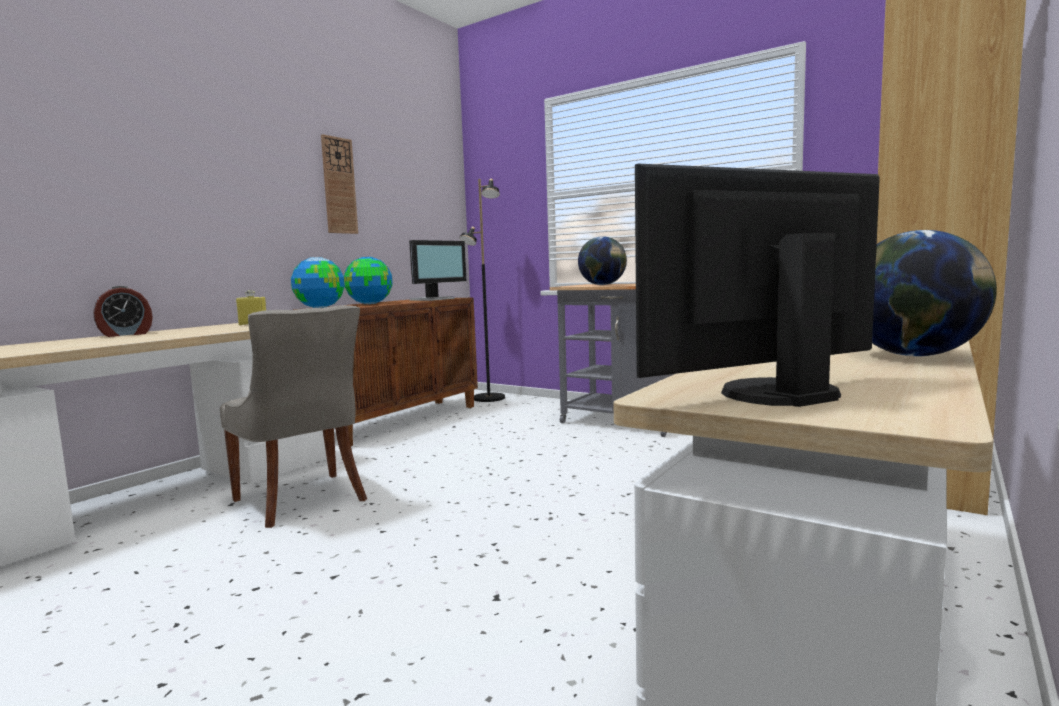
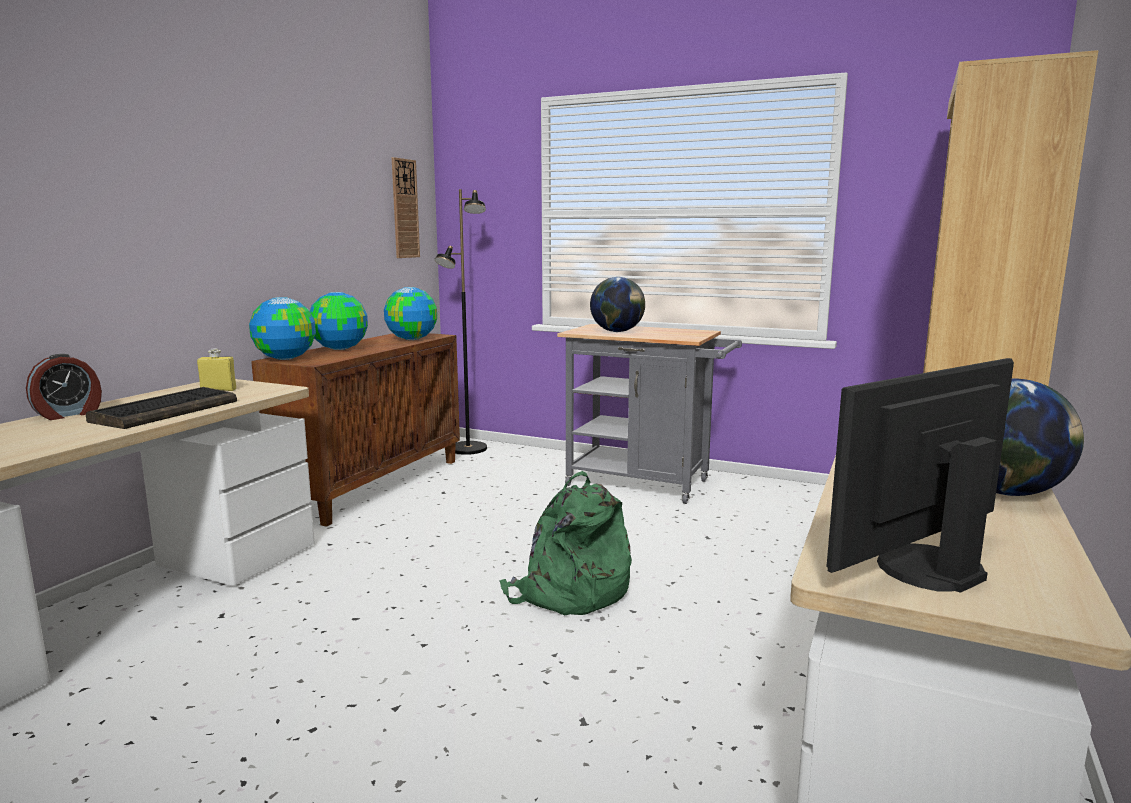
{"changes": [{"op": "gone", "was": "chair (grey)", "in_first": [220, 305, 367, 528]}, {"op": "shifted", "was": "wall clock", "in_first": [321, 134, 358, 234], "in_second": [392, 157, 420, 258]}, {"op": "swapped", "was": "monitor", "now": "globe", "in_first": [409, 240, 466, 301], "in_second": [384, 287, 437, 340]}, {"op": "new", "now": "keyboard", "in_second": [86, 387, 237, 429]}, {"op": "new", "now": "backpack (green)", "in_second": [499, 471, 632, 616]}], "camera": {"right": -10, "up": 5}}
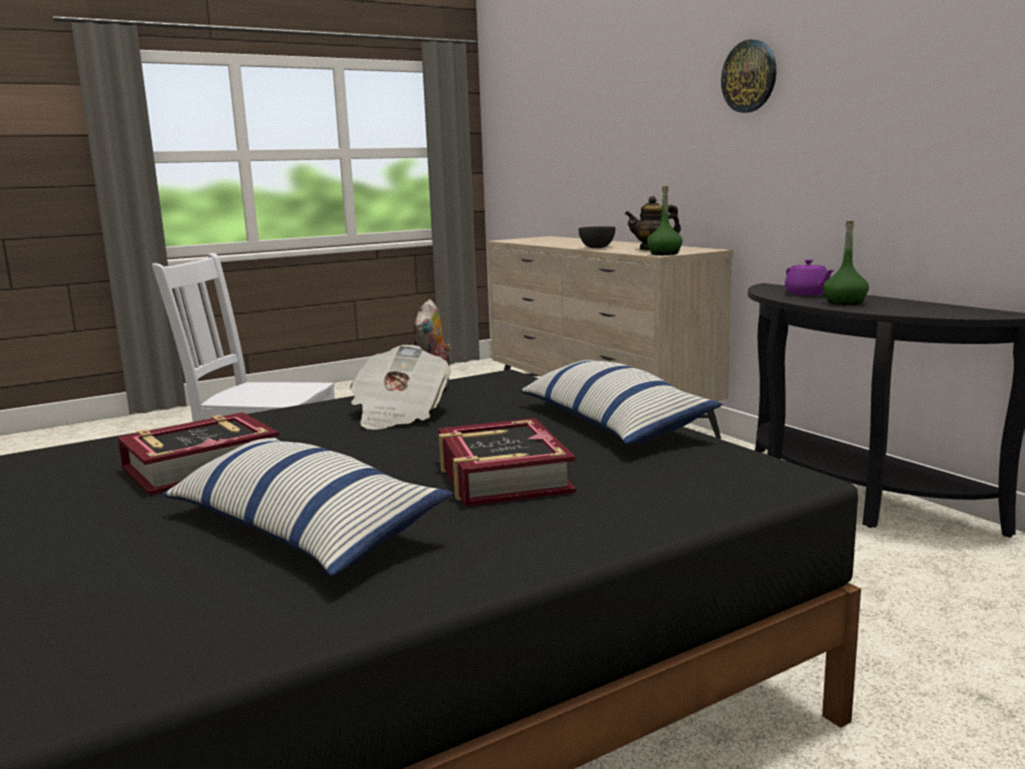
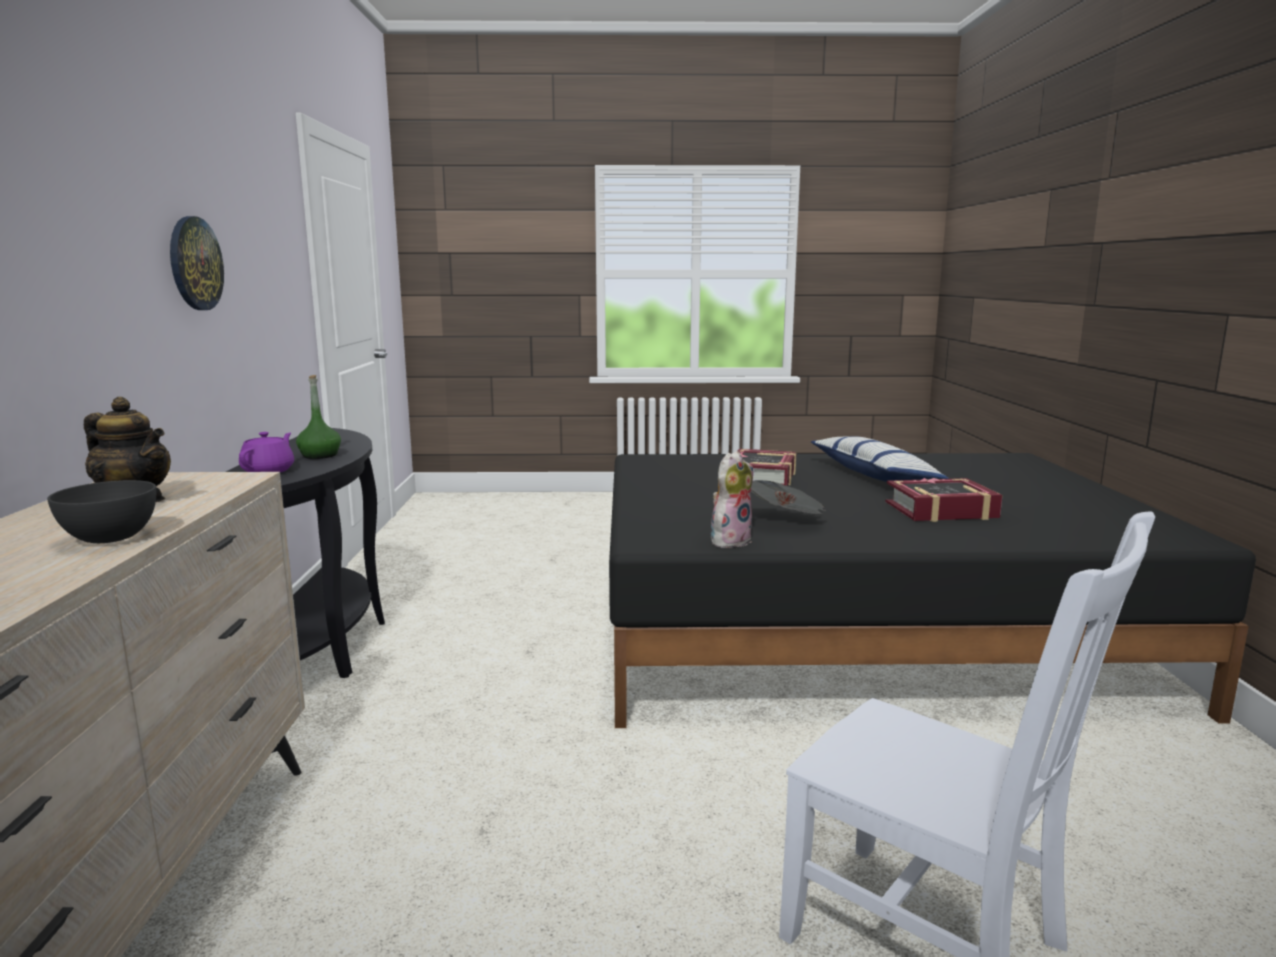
{"changes": [{"op": "gone", "was": "pillow", "in_first": [519, 360, 722, 444]}, {"op": "gone", "was": "bottle (green)", "in_first": [647, 185, 683, 255]}, {"op": "shifted", "was": "wall clock", "in_first": [721, 40, 776, 113], "in_second": [170, 216, 224, 310]}], "camera": {"right": -150, "up": 0}}
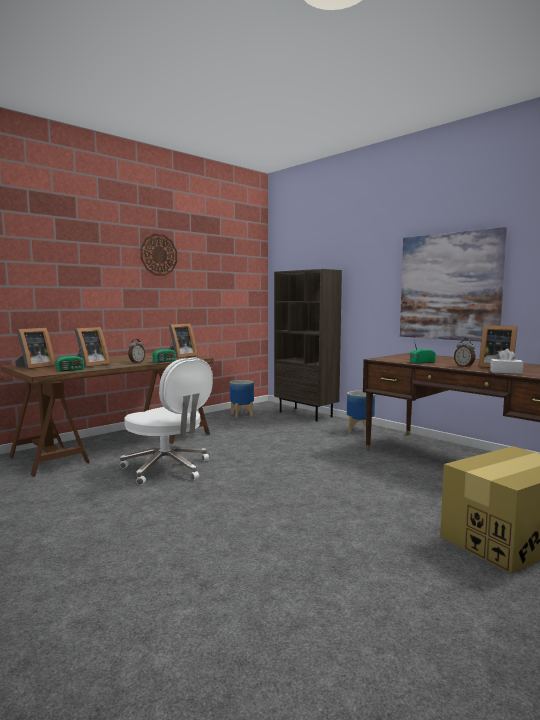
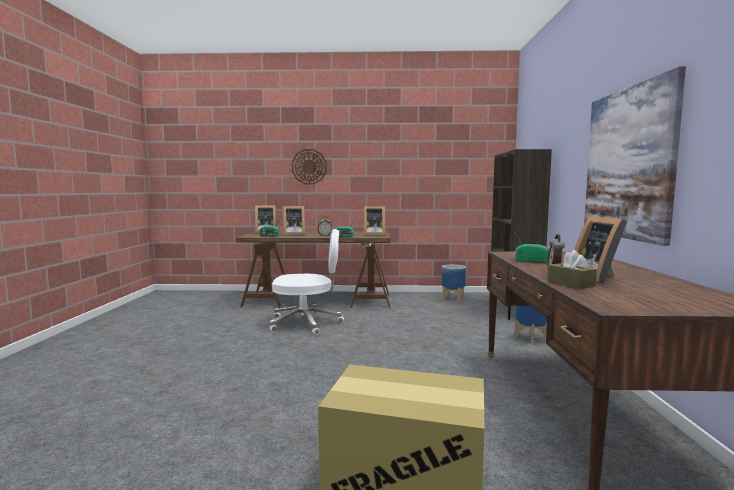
{"changes": [{"op": "rotated", "was": "office chair (white)", "in_first": [120, 357, 213, 485], "in_second": [270, 229, 344, 334], "clockwise": -90}, {"op": "shifted", "was": "wall clock", "in_first": [141, 234, 177, 276], "in_second": [292, 149, 327, 185]}, {"op": "repainted", "was": "tissue box (white)", "now": "tissue box (brown)", "in_first": [490, 349, 523, 374], "in_second": [547, 250, 597, 289]}], "camera": {"right": 45, "up": 0}}
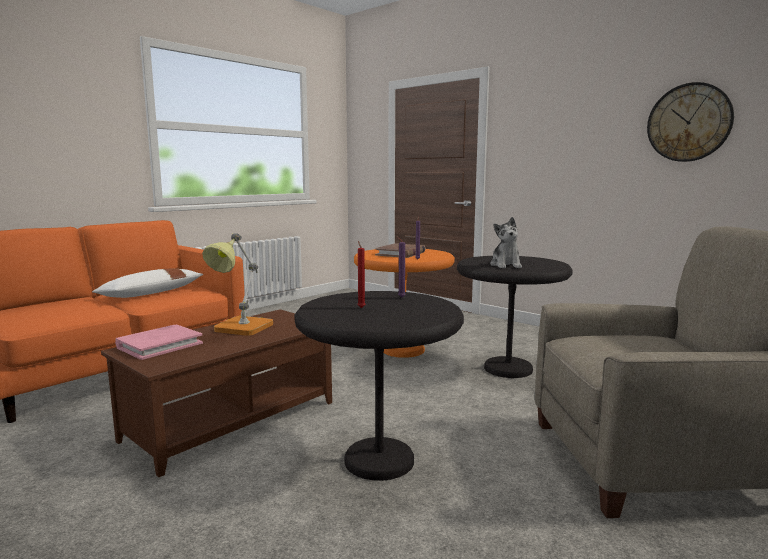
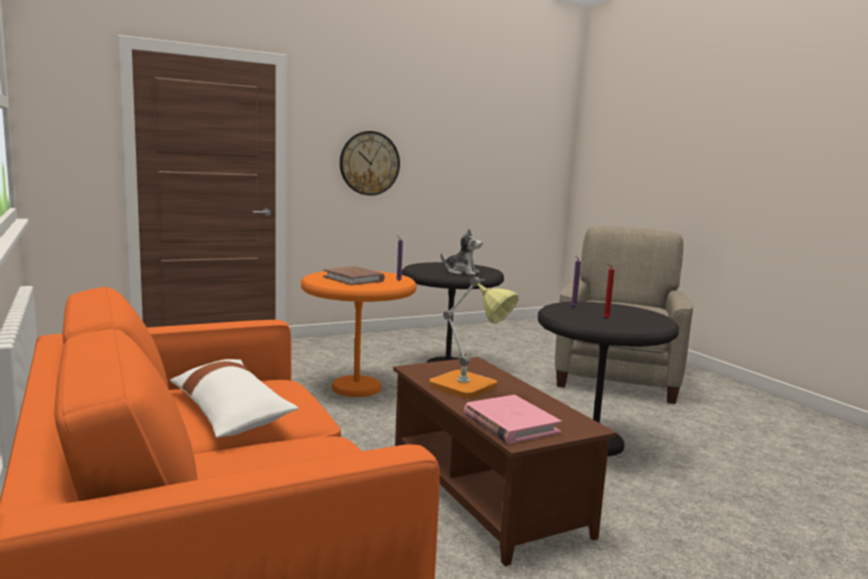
{"changes": [{"op": "shifted", "was": "wall clock", "in_first": [647, 82, 734, 162], "in_second": [340, 131, 400, 196]}], "camera": {"right": -70, "up": 0}}
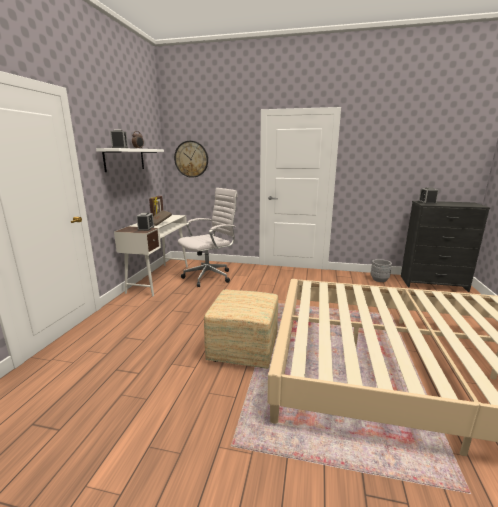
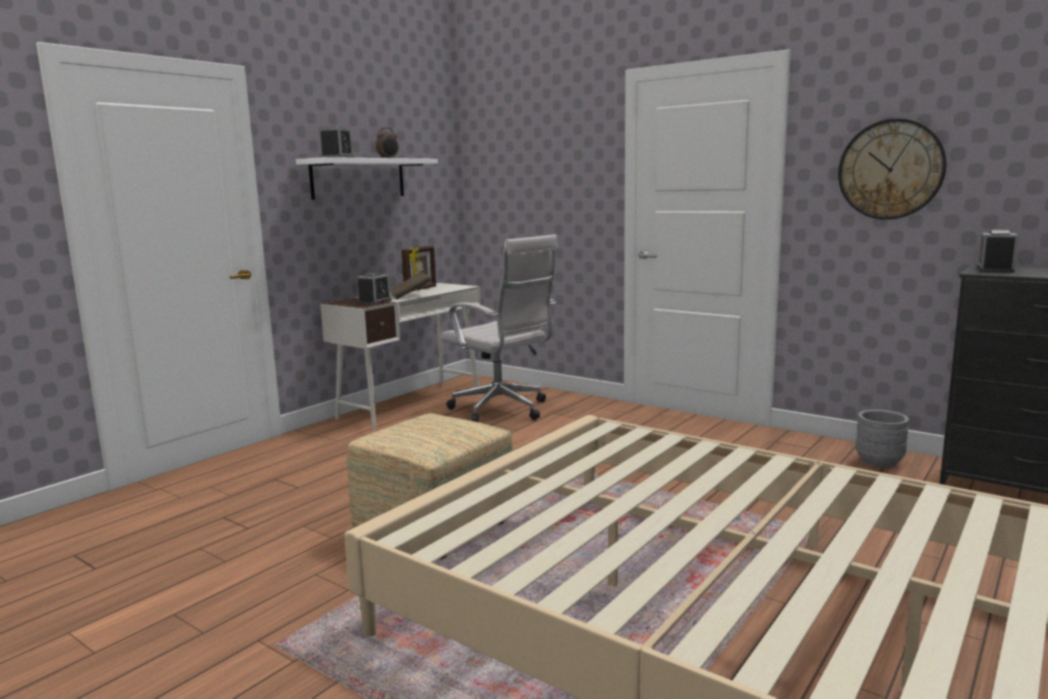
{"changes": [{"op": "shifted", "was": "wall clock", "in_first": [174, 141, 208, 178], "in_second": [838, 119, 947, 220]}, {"op": "rotated", "was": "office chair (white)", "in_first": [178, 188, 238, 287], "in_second": [440, 234, 558, 422], "clockwise": 60}], "camera": {"right": 25, "up": -5}}
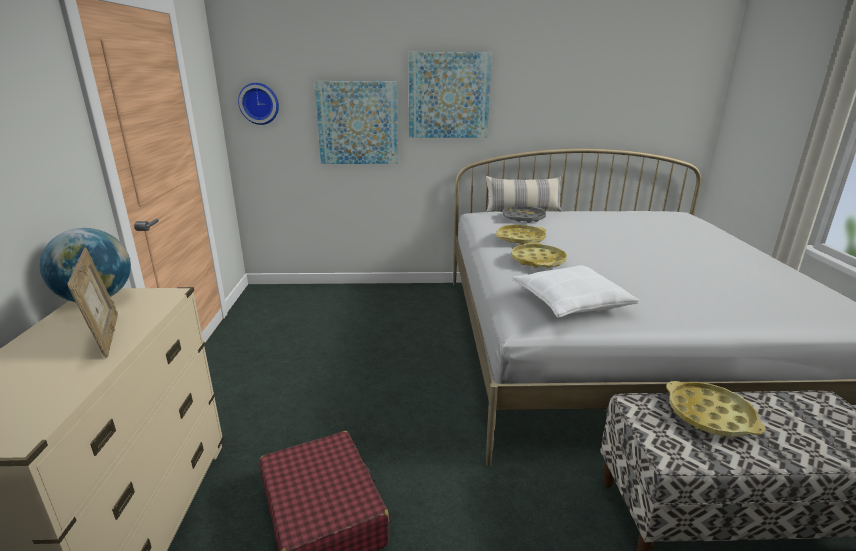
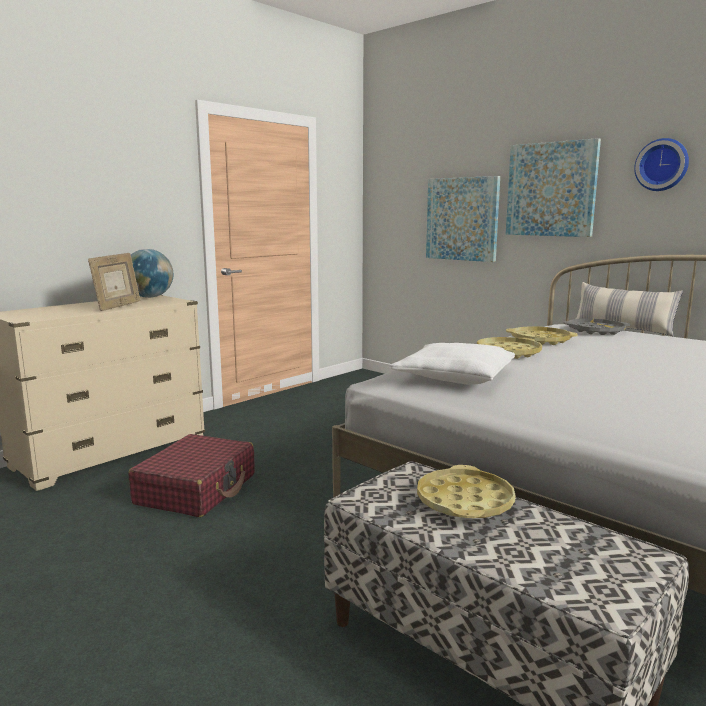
{"changes": [{"op": "shifted", "was": "wall clock", "in_first": [238, 83, 279, 125], "in_second": [634, 138, 689, 191]}], "camera": {"right": 45, "up": -10}}
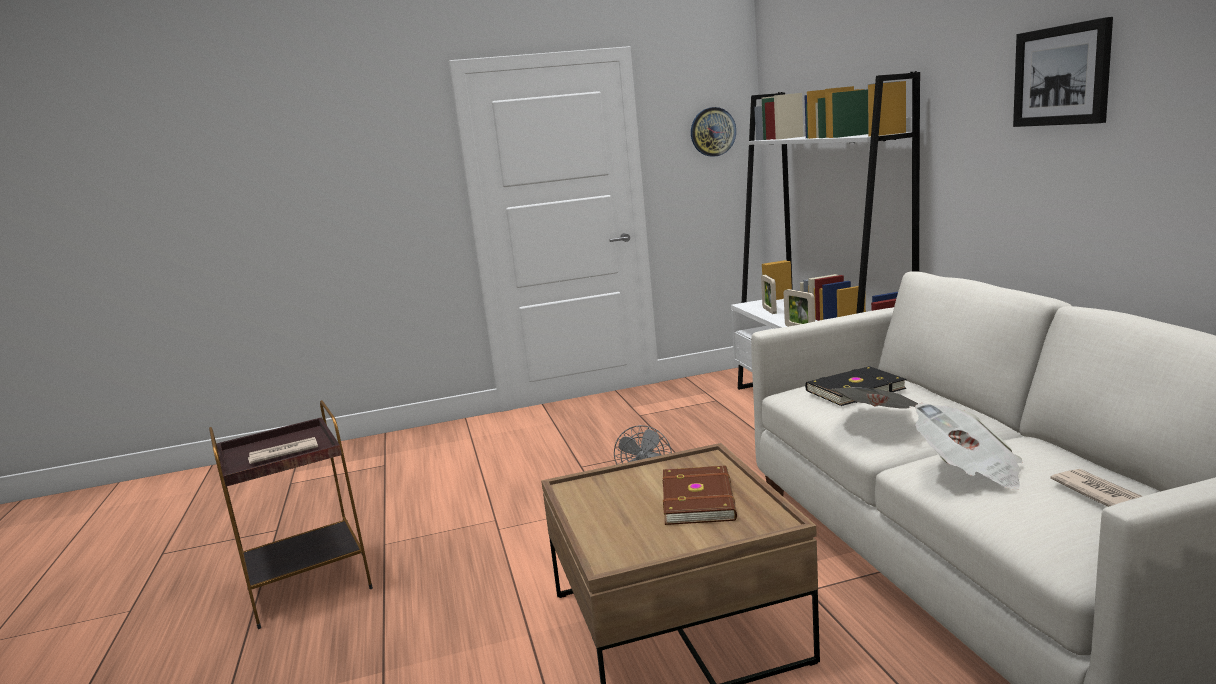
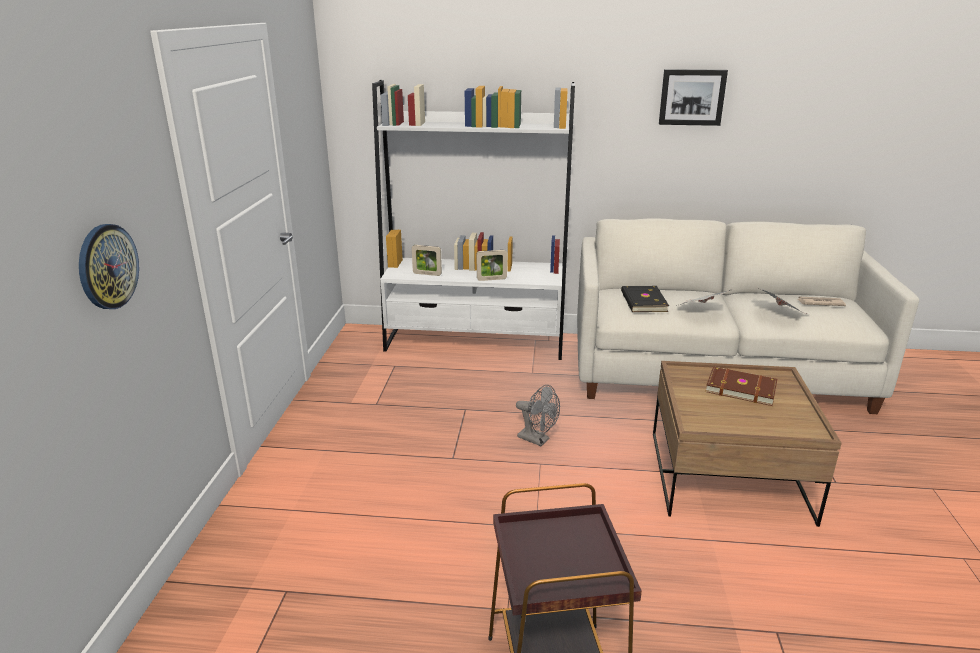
{"changes": [{"op": "gone", "was": "newspaper", "in_first": [248, 437, 318, 464]}, {"op": "shifted", "was": "wall clock", "in_first": [691, 107, 736, 157], "in_second": [79, 224, 139, 309]}], "camera": {"right": -70, "up": 10}}
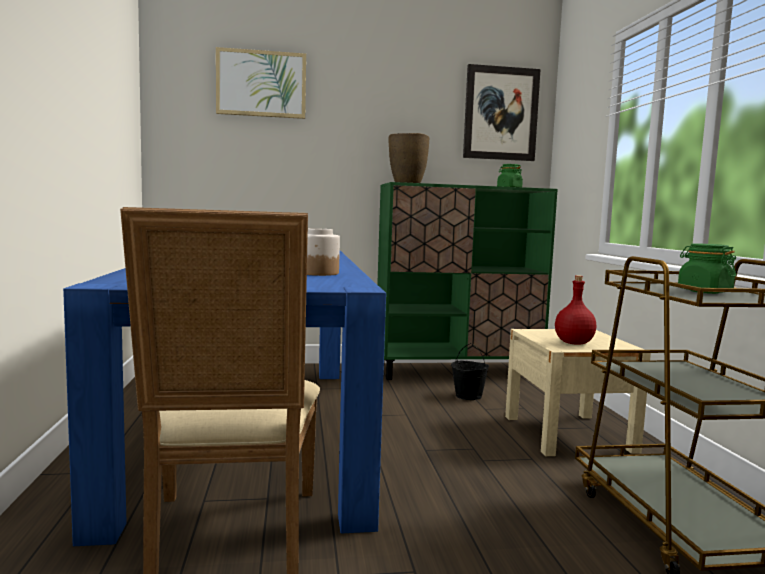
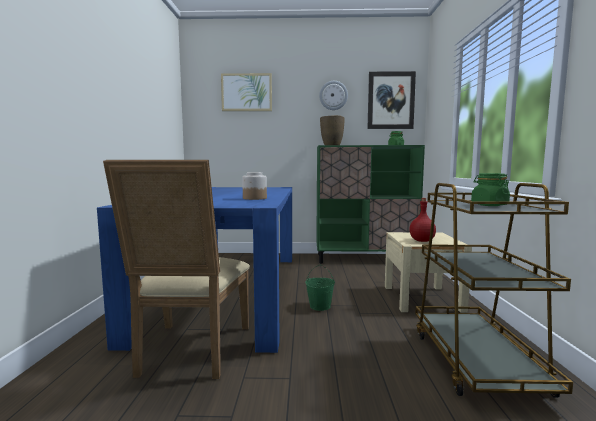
{"changes": [{"op": "gone", "was": "bucket (black)", "in_first": [451, 343, 489, 400]}, {"op": "new", "now": "bucket (green)", "in_second": [305, 265, 335, 311]}, {"op": "new", "now": "wall clock", "in_second": [319, 81, 348, 110]}], "camera": {"right": 10, "up": 0}}
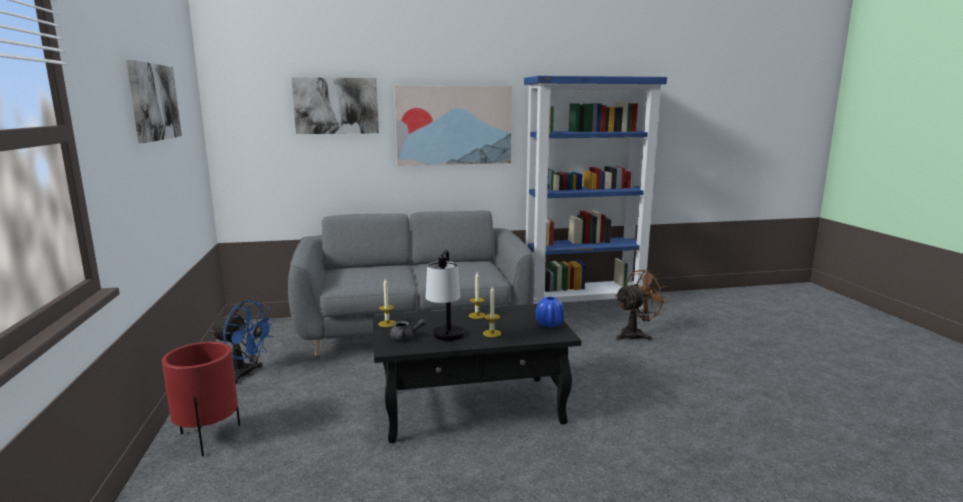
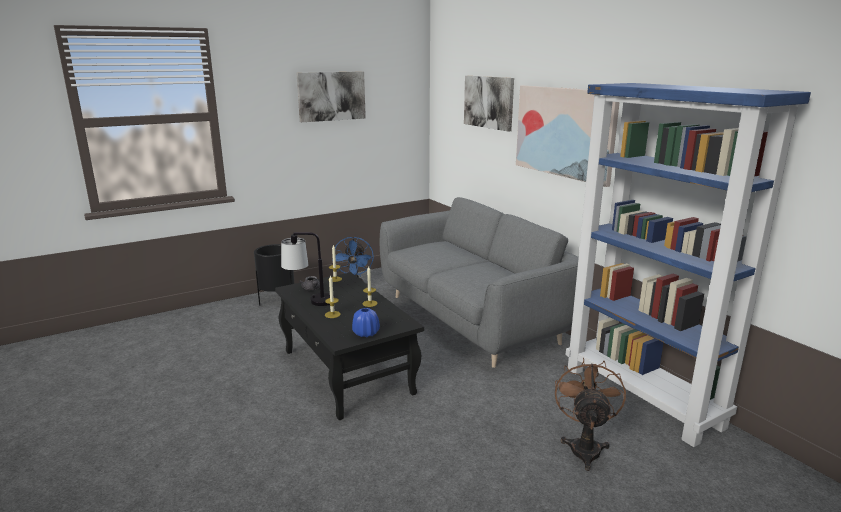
{"changes": [{"op": "repainted", "was": "planter (red)", "now": "planter (black)", "in_first": [162, 342, 240, 456], "in_second": [254, 244, 295, 306]}, {"op": "rotated", "was": "fan (brown)", "in_first": [615, 269, 670, 341], "in_second": [555, 358, 626, 471], "clockwise": -120}], "camera": {"right": 70, "up": 5}}
